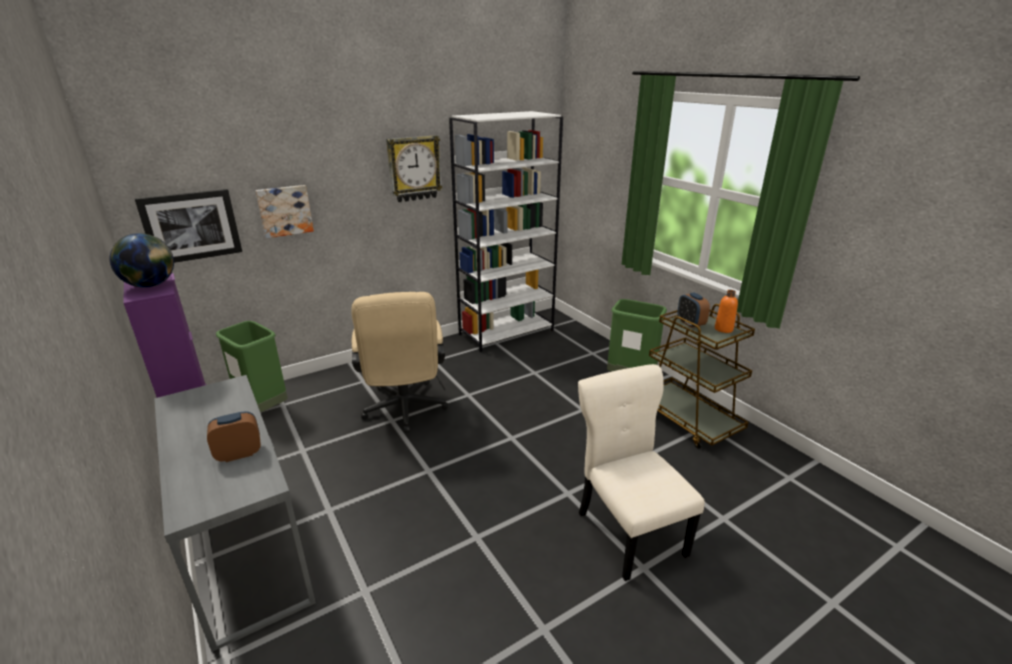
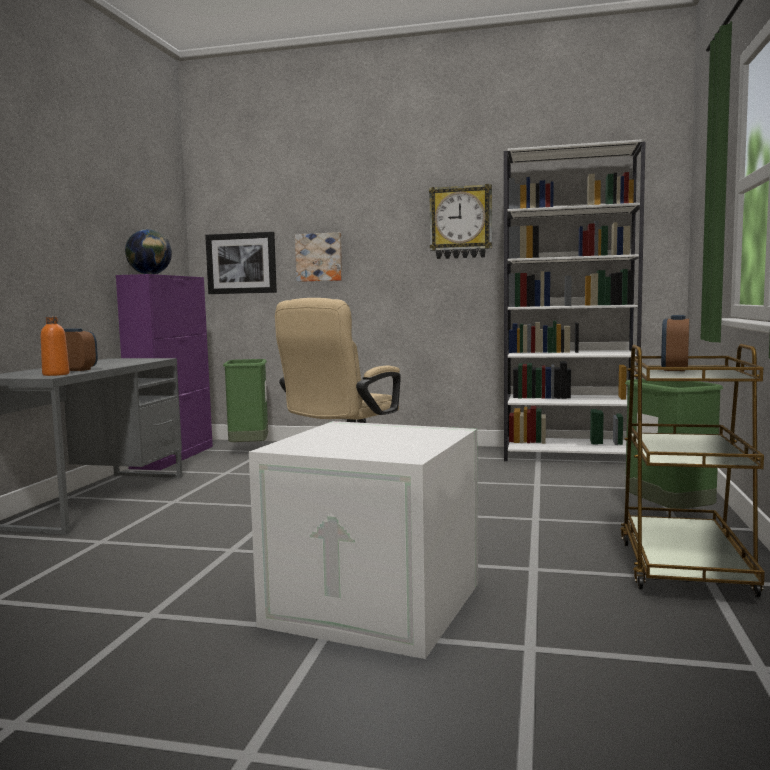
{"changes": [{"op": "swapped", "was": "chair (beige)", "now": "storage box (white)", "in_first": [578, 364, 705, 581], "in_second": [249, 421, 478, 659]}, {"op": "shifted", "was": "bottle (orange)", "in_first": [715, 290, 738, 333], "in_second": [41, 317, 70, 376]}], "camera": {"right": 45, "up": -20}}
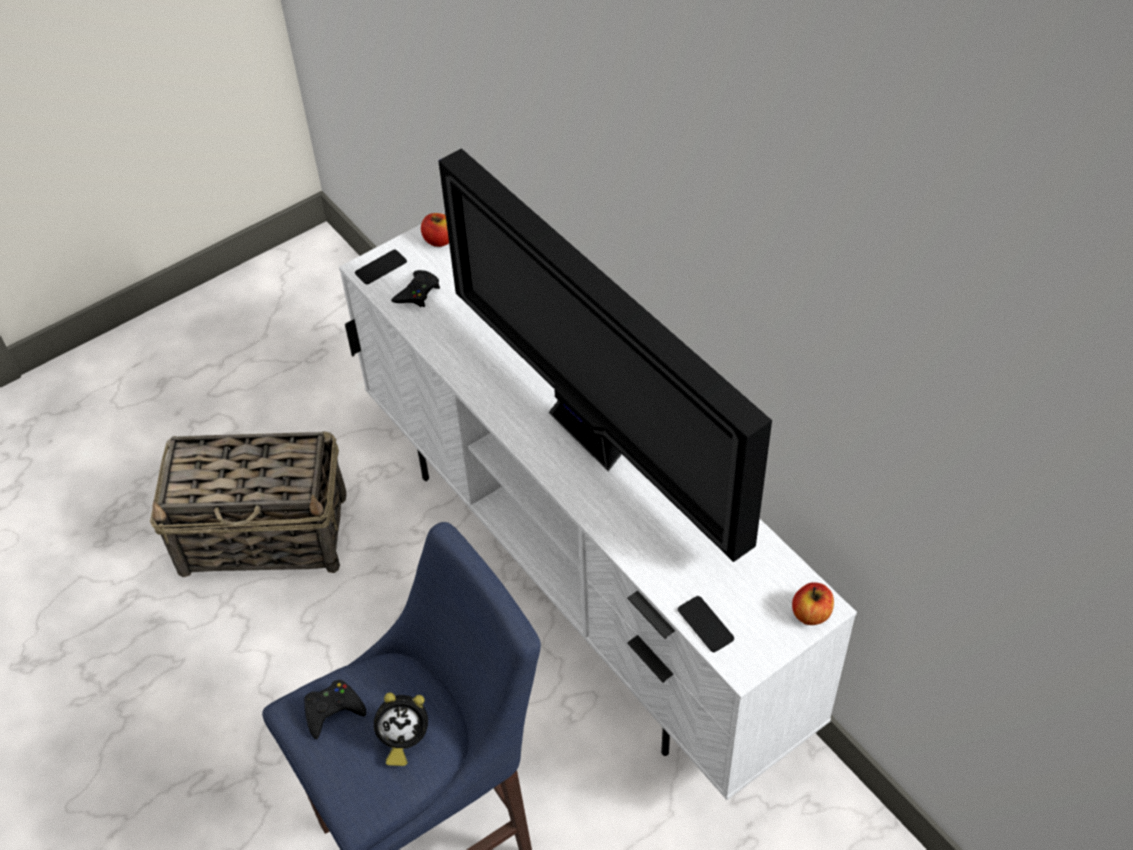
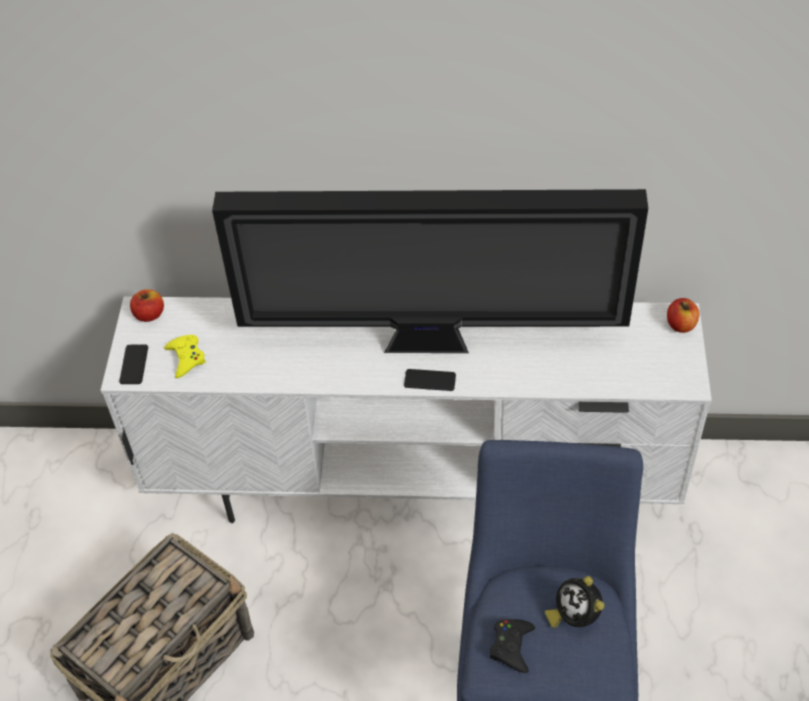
{"changes": [{"op": "rotated", "was": "alarm clock", "in_first": [374, 693, 428, 766], "in_second": [545, 576, 605, 628], "clockwise": 120}, {"op": "repainted", "was": "game controller (black)", "now": "game controller (yellow)", "in_first": [391, 270, 440, 307], "in_second": [164, 335, 206, 378]}, {"op": "shifted", "was": "phone", "in_first": [678, 596, 734, 652], "in_second": [404, 369, 456, 391]}], "camera": {"right": -50, "up": 0}}
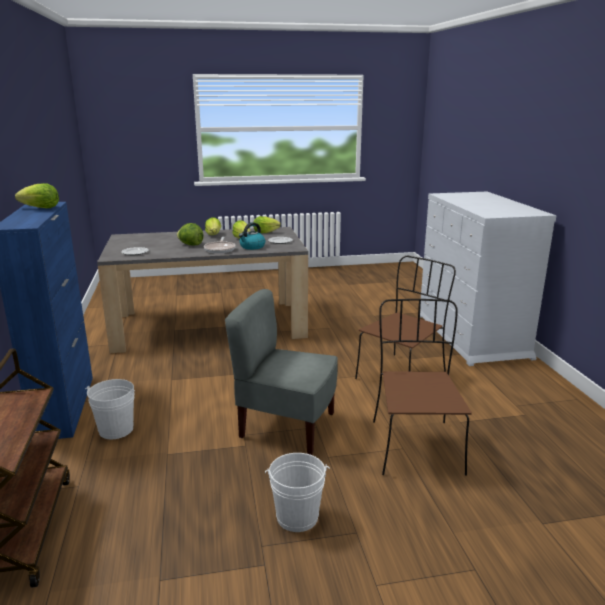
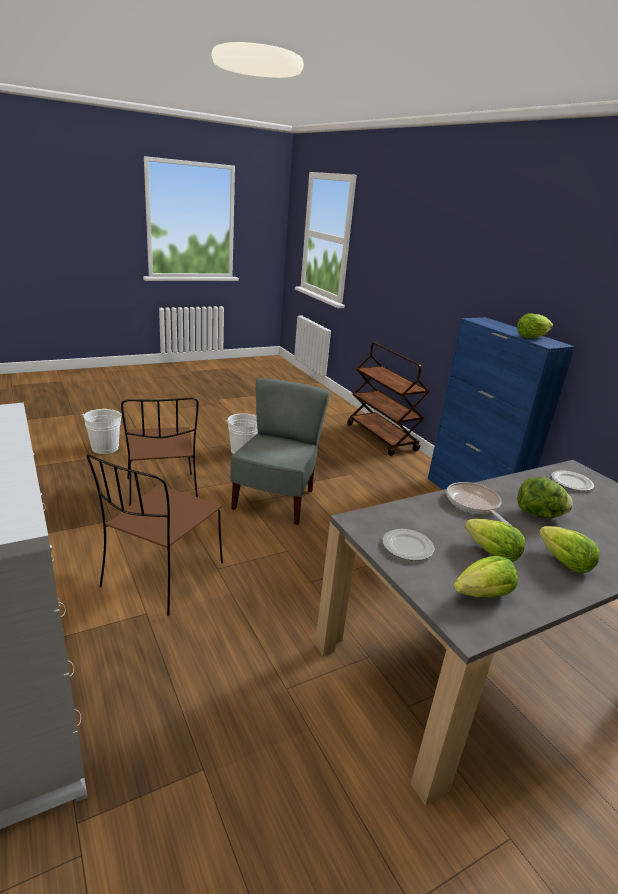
{"changes": [{"op": "shifted", "was": "bucket (white)", "in_first": [85, 379, 135, 439], "in_second": [83, 409, 122, 454]}, {"op": "rotated", "was": "chair (grey)", "in_first": [225, 289, 338, 455], "in_second": [230, 378, 331, 525], "clockwise": -75}, {"op": "gone", "was": "kettle", "in_first": [239, 222, 265, 250]}], "camera": {"right": 160, "up": 5}}
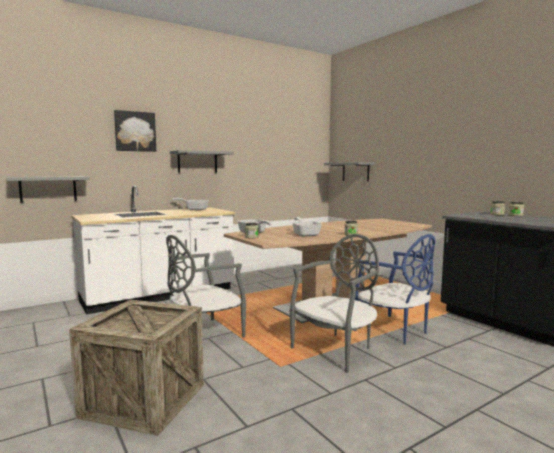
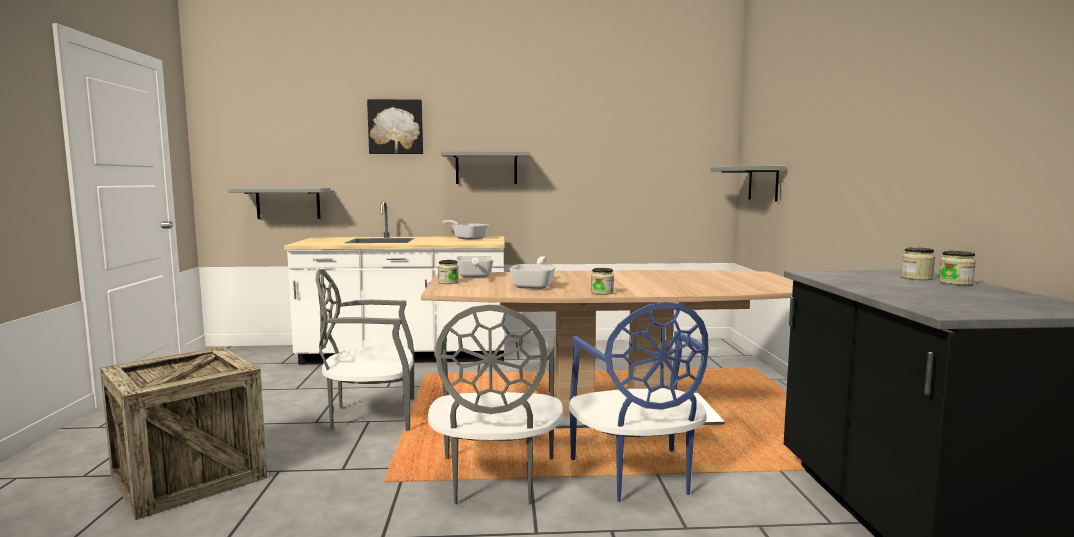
{"changes": [{"op": "rotated", "was": "chair (grey)", "in_first": [290, 234, 379, 373], "in_second": [428, 305, 564, 504], "clockwise": 105}], "camera": {"right": 30, "up": 0}}
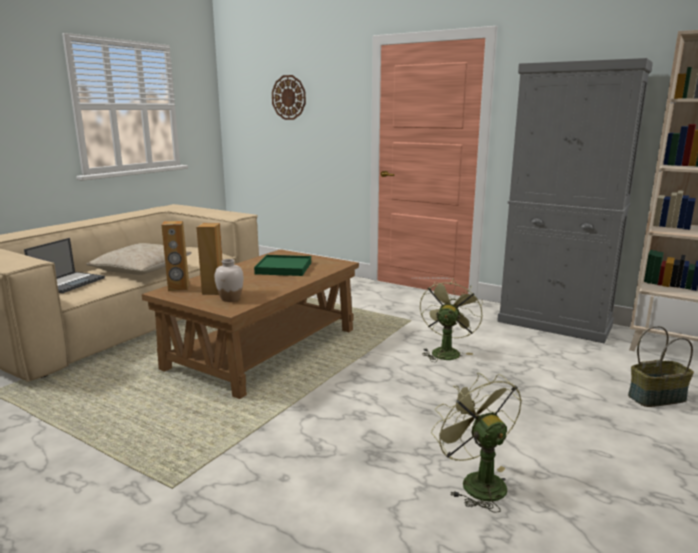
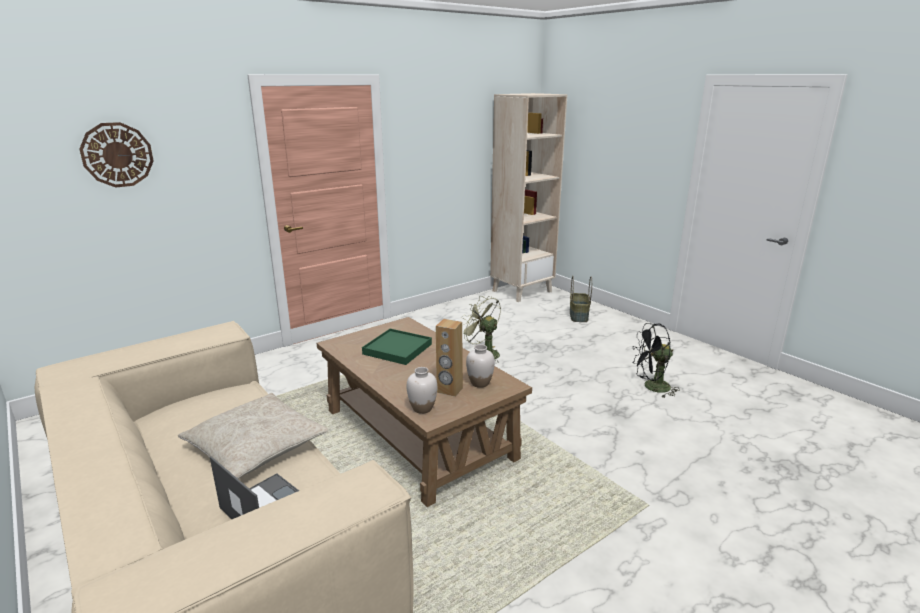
{"changes": [{"op": "swapped", "was": "speaker (brown)", "now": "vase (white)", "in_first": [161, 221, 189, 291], "in_second": [407, 367, 437, 414]}, {"op": "repainted", "was": "fan (green)", "now": "fan (black)", "in_first": [431, 373, 522, 513], "in_second": [633, 323, 680, 398]}, {"op": "gone", "was": "cabinet (grey)", "in_first": [497, 58, 653, 343]}], "camera": {"right": -70, "up": 5}}
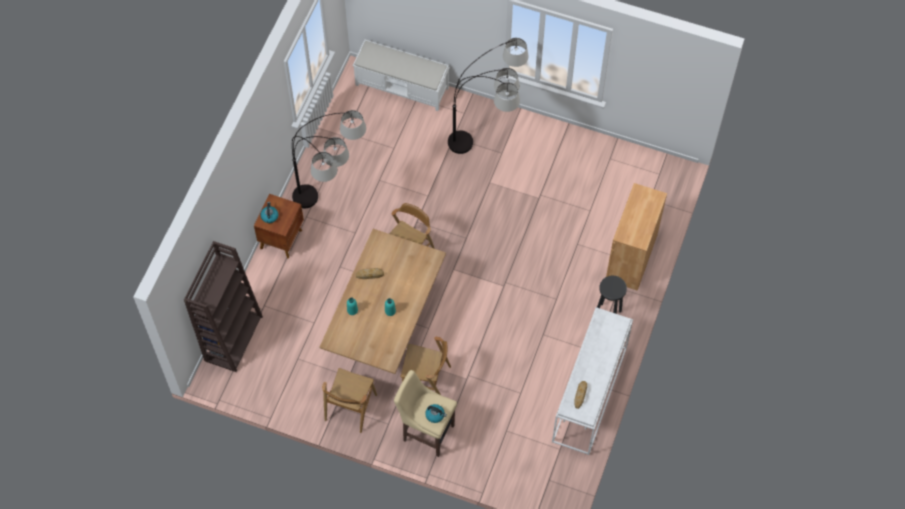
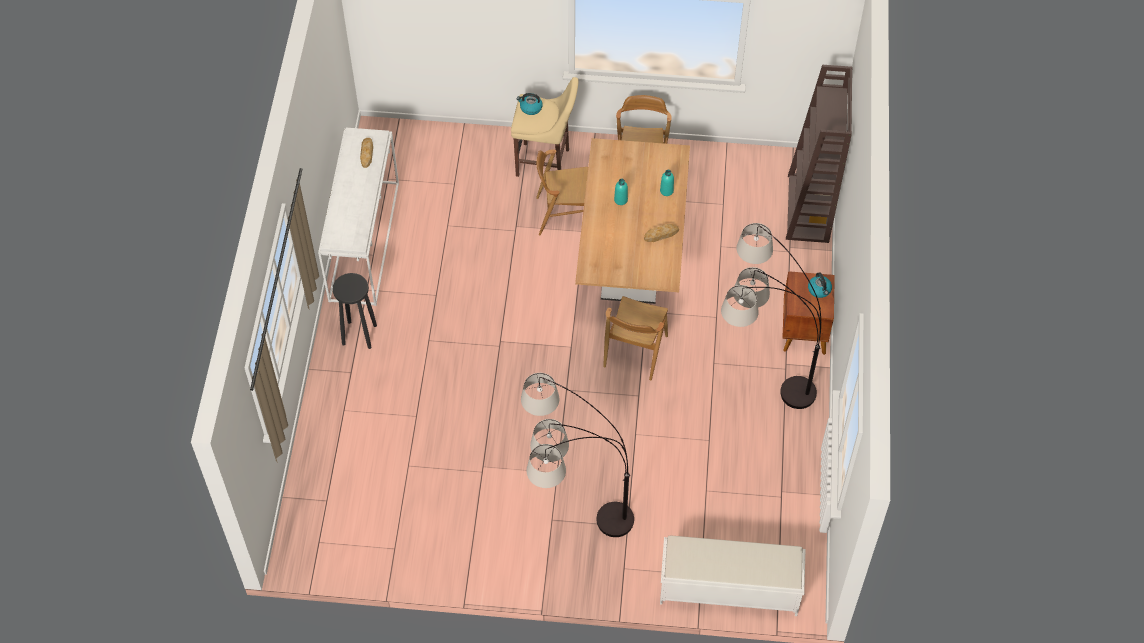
{"changes": [{"op": "gone", "was": "cabinet (brown)", "in_first": [606, 183, 667, 291]}], "camera": {"right": 165, "up": -5}}
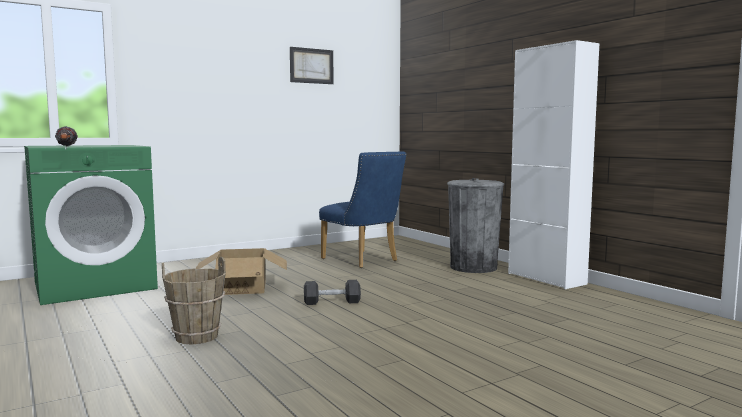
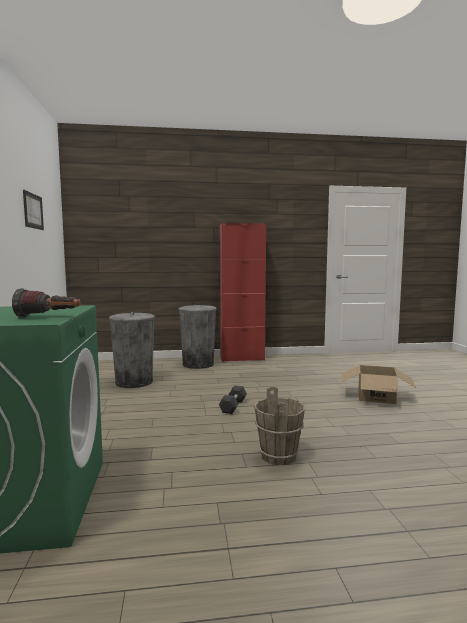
{"changes": [{"op": "shifted", "was": "cardboard box", "in_first": [195, 248, 287, 295], "in_second": [342, 365, 417, 404]}, {"op": "swapped", "was": "chair (blue)", "now": "trash can (grey)", "in_first": [319, 151, 407, 268], "in_second": [109, 312, 155, 388]}, {"op": "repainted", "was": "cabinet (white)", "now": "cabinet (red)", "in_first": [508, 40, 599, 289], "in_second": [220, 223, 266, 362]}], "camera": {"right": -65, "up": 0}}
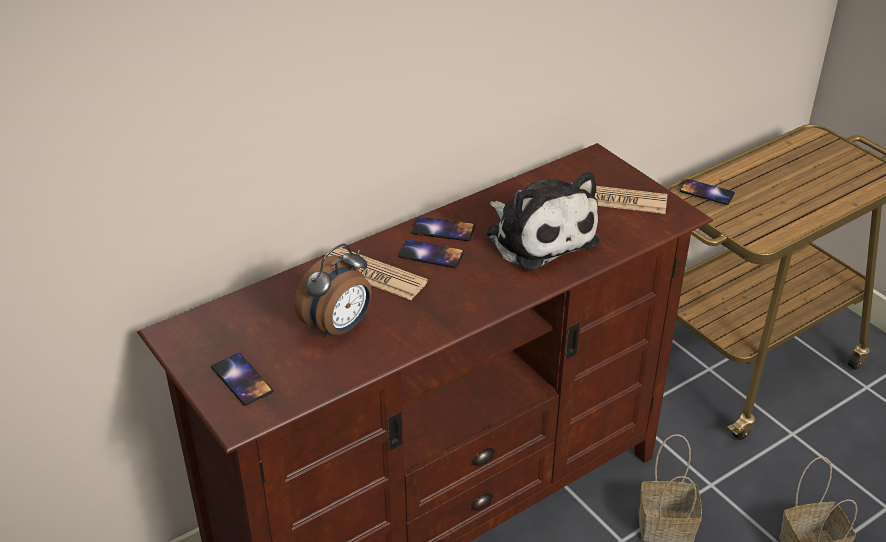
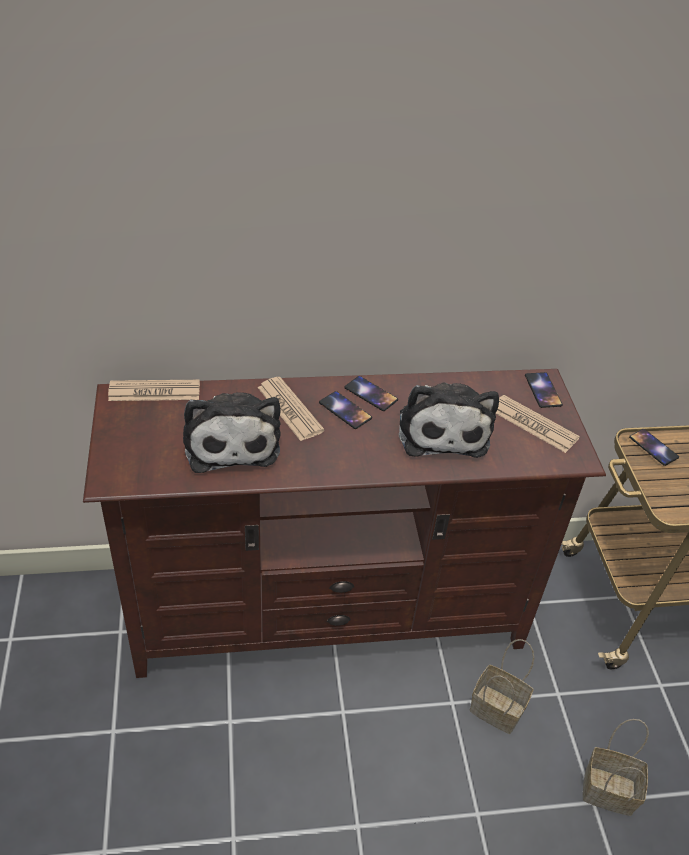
{"changes": [{"op": "shifted", "was": "phone", "in_first": [211, 353, 273, 406], "in_second": [525, 372, 563, 408]}, {"op": "swapped", "was": "alarm clock", "now": "plush toy", "in_first": [294, 244, 372, 339], "in_second": [183, 392, 281, 473]}, {"op": "new", "now": "newspaper", "in_second": [108, 380, 200, 401]}], "camera": {"right": 25, "up": 5}}
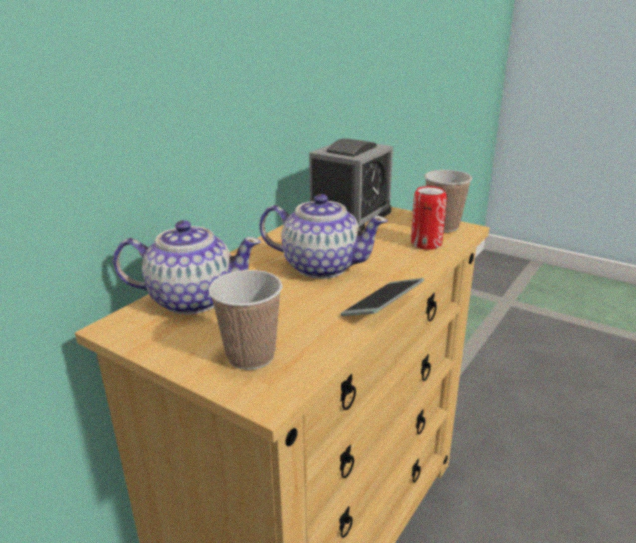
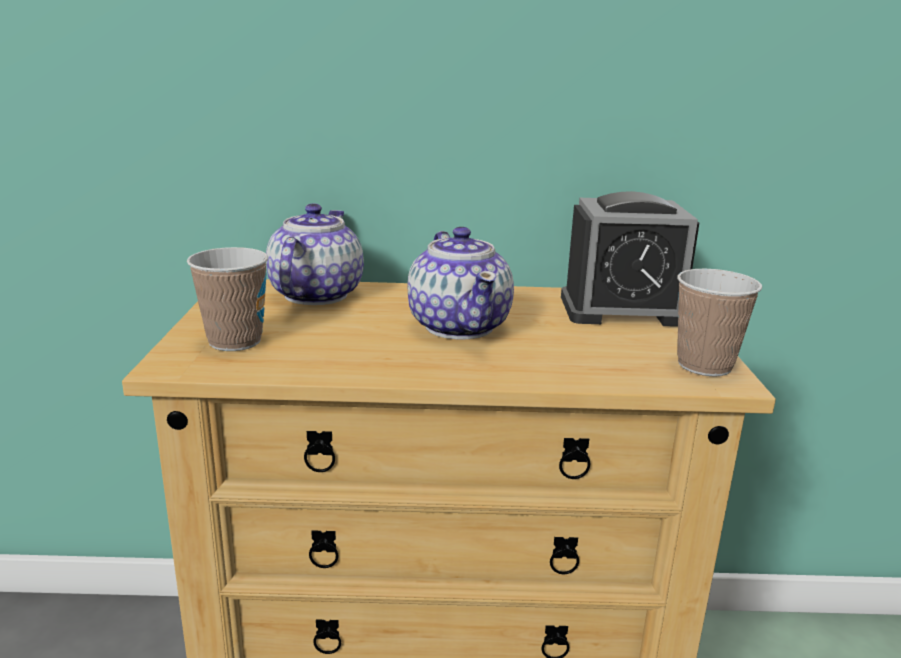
{"changes": [{"op": "rotated", "was": "teapot", "in_first": [113, 220, 261, 315], "in_second": [266, 203, 364, 305], "clockwise": -135}, {"op": "gone", "was": "phone", "in_first": [341, 278, 424, 316]}, {"op": "gone", "was": "can", "in_first": [411, 186, 447, 250]}], "camera": {"right": 55, "up": -5}}
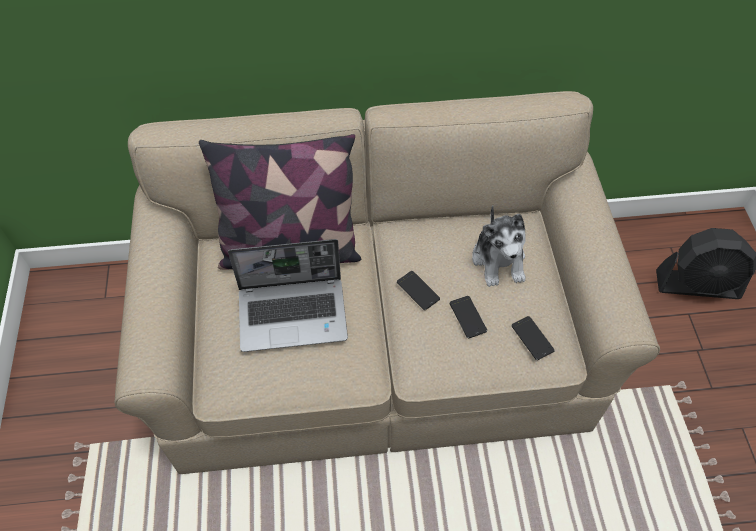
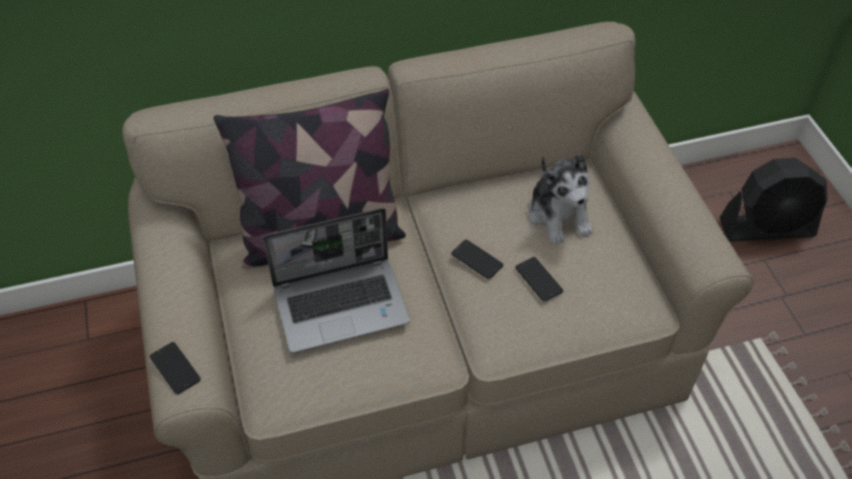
{"changes": [{"op": "shifted", "was": "phone", "in_first": [511, 316, 555, 360], "in_second": [150, 342, 201, 395]}], "camera": {"right": -10, "up": -5}}
